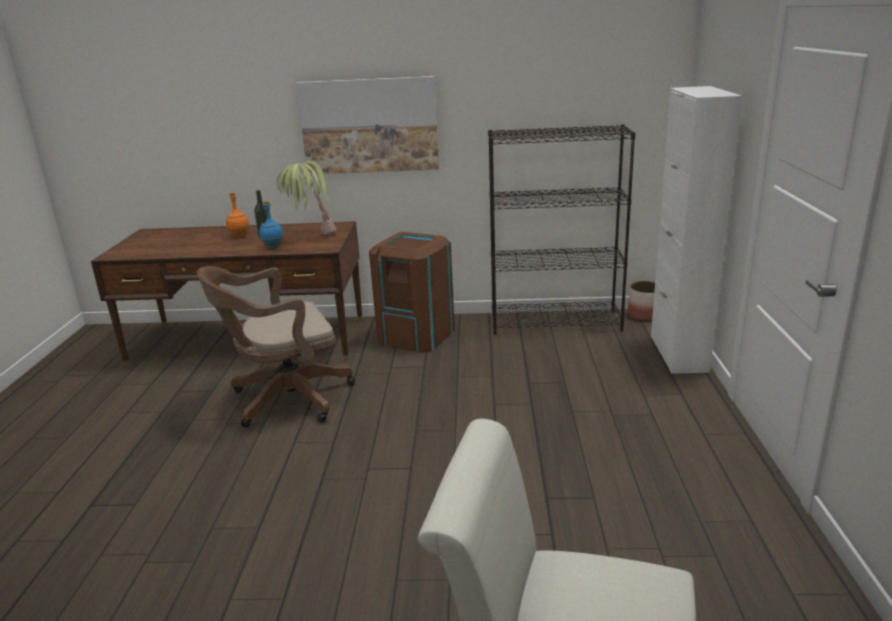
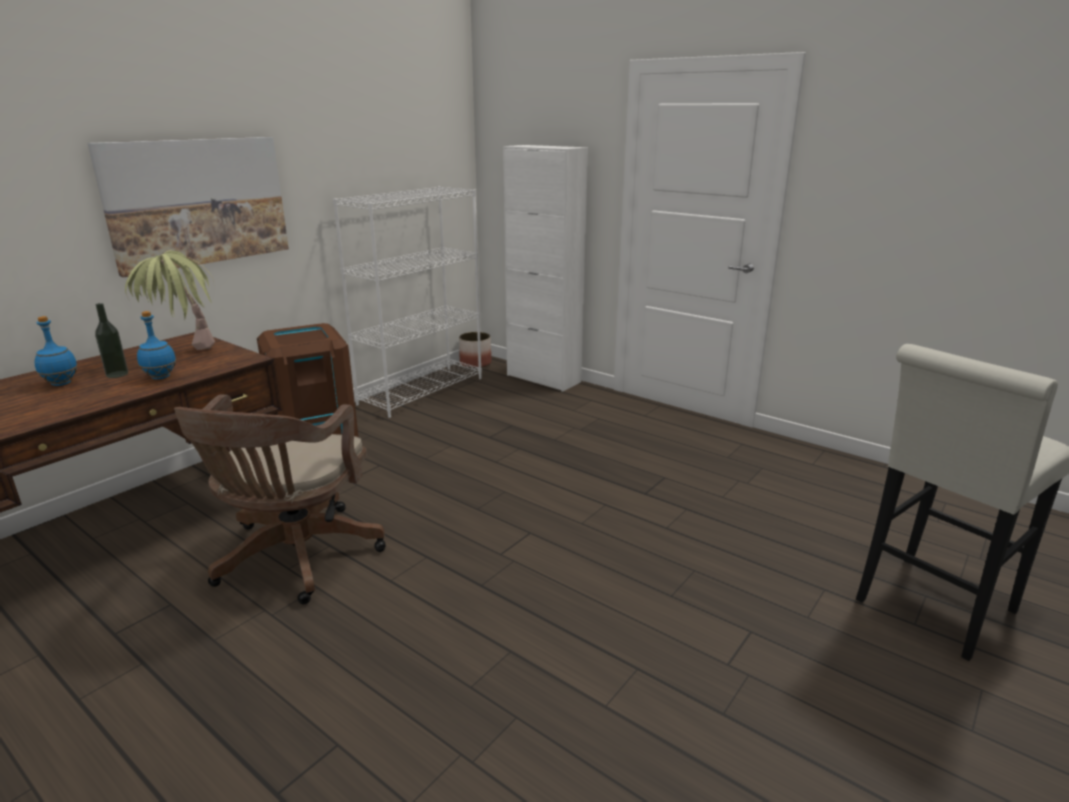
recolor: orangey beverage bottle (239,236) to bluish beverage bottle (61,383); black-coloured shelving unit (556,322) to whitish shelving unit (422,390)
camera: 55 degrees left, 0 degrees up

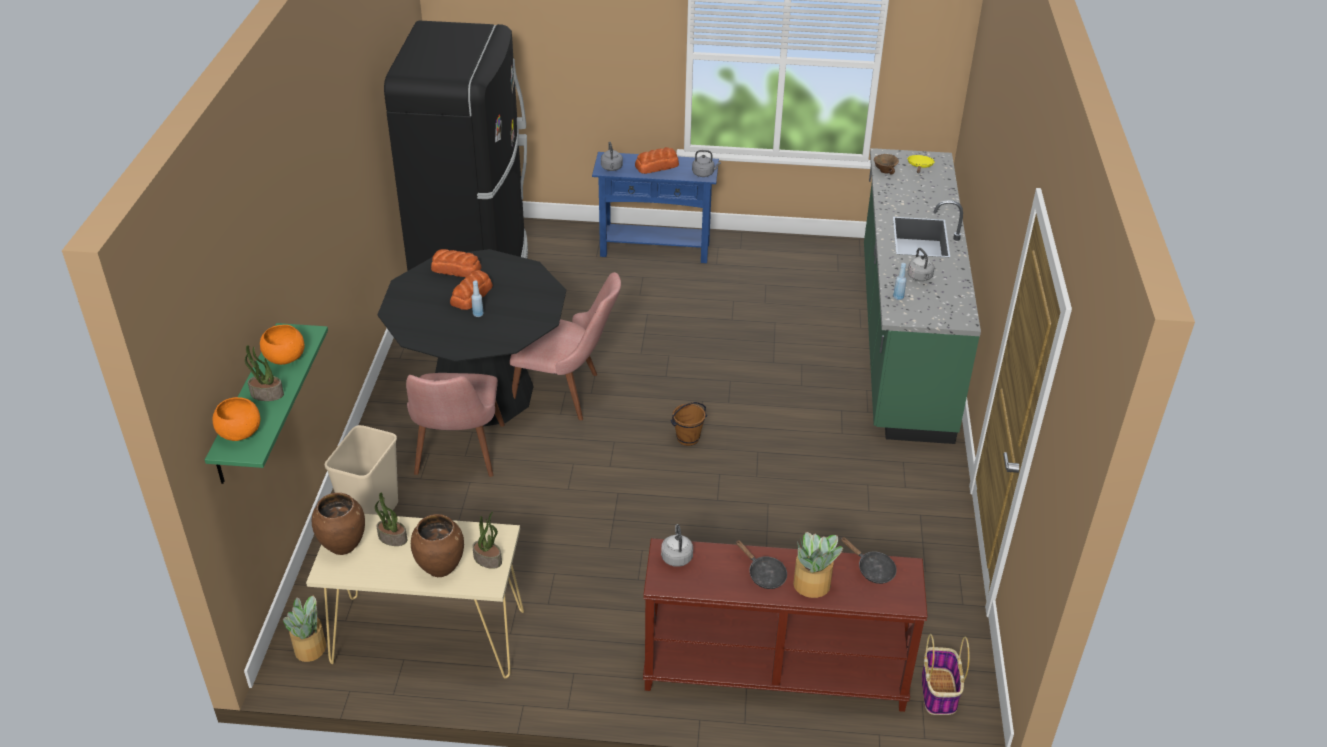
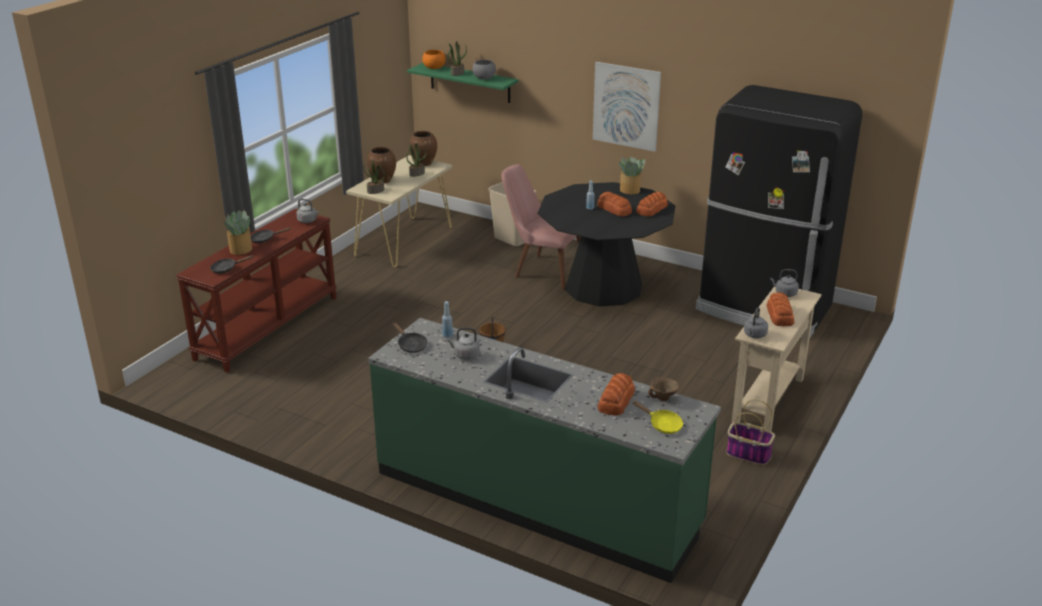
delete: pink upright chair (567,393)
insert: black-coloured skillet (410,345); picture (626,106); baked bread (615,401)
move: potted plant (311,647) to (630,190); basket (939,692) to (747,454)
recolor: orangey bowl (285,357) to gray bowl (484,78); bluish narrow table (655,249) to beige-coloured narrow table (768,400)
camera: 115 degrees right, 10 degrees down

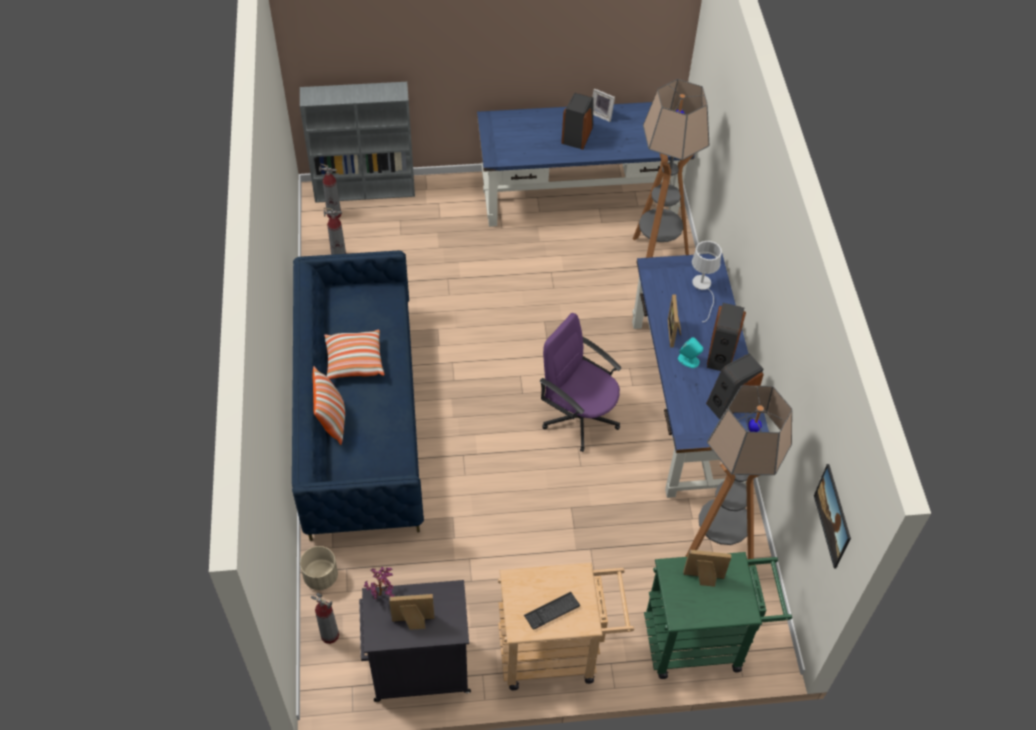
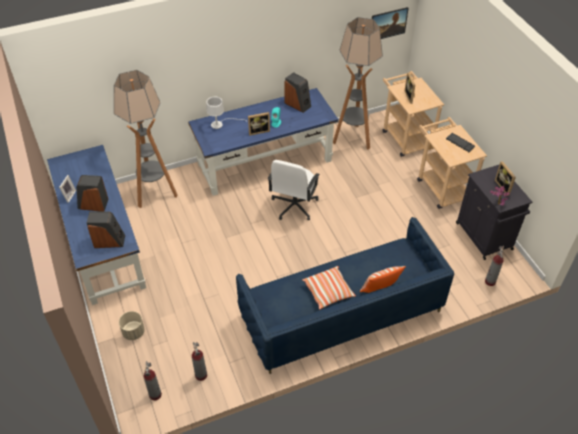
delete: gray shelving unit (366,190)
move: speaker (721,353) to (109,241); beige-coloured planter (320,576) to (133,332)
recolor: purple-coloured desk chair (579,417) to whitish desk chair (294,205); green trolley (703,640) to beige-coloured trolley (405,136)
camera: 105 degrees left, 5 degrees down

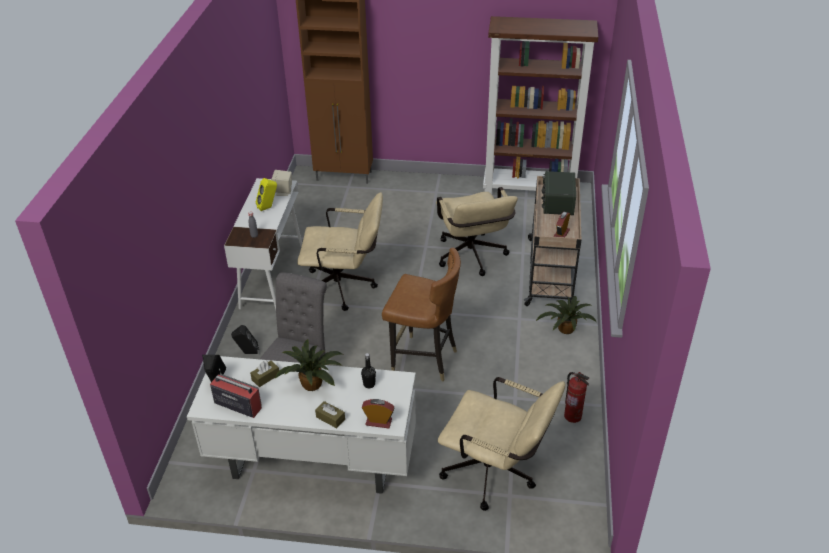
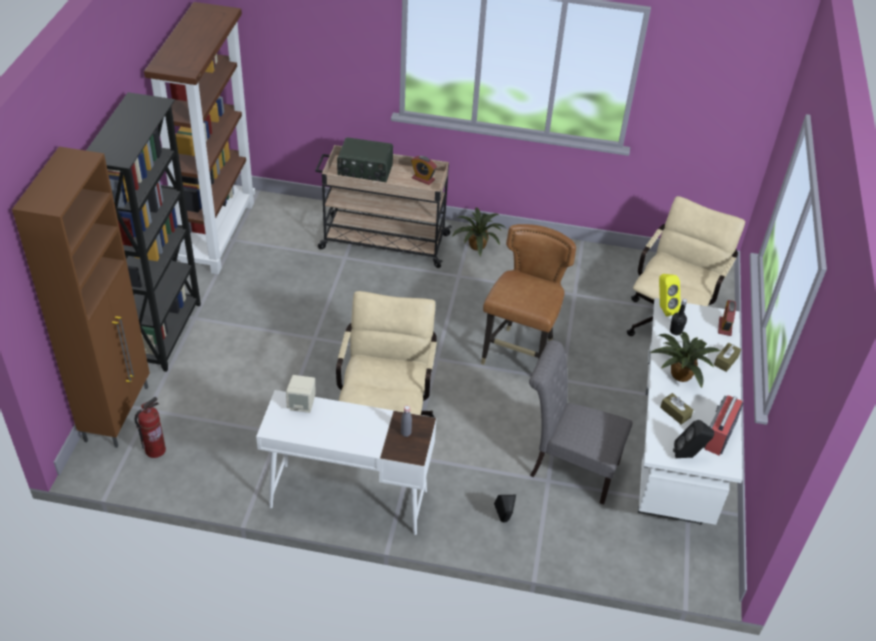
delete: beige-coloured desk chair (472,258)
insert: black-coloured shelving unit (166,333)
move: fire-fighting cylinder (573,416) to (155,450); yellowish speaker (268,208) to (663,308)
camera: 90 degrees left, 5 degrees up

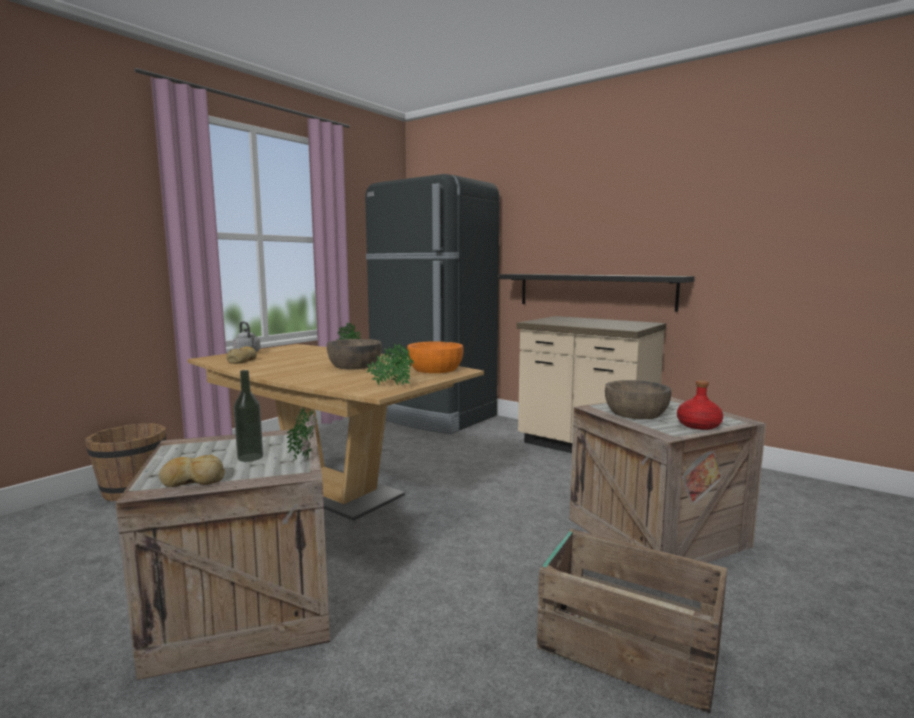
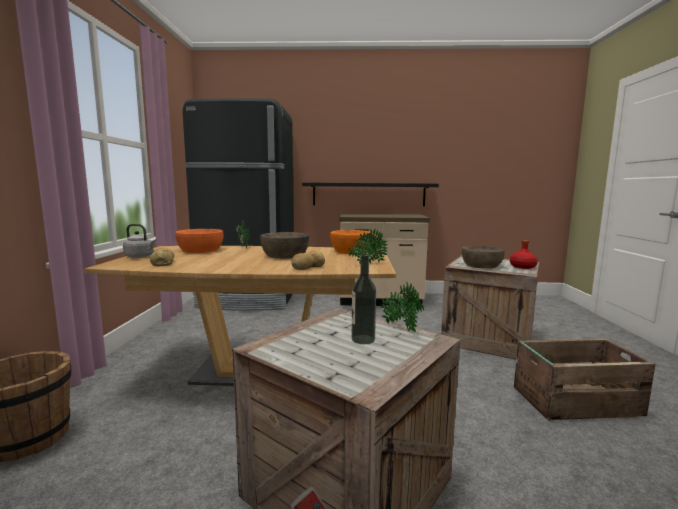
insert: orangey bowl (200,250)
move: baked bread (192,480) to (307,267)
camera: 35 degrees left, 0 degrees up

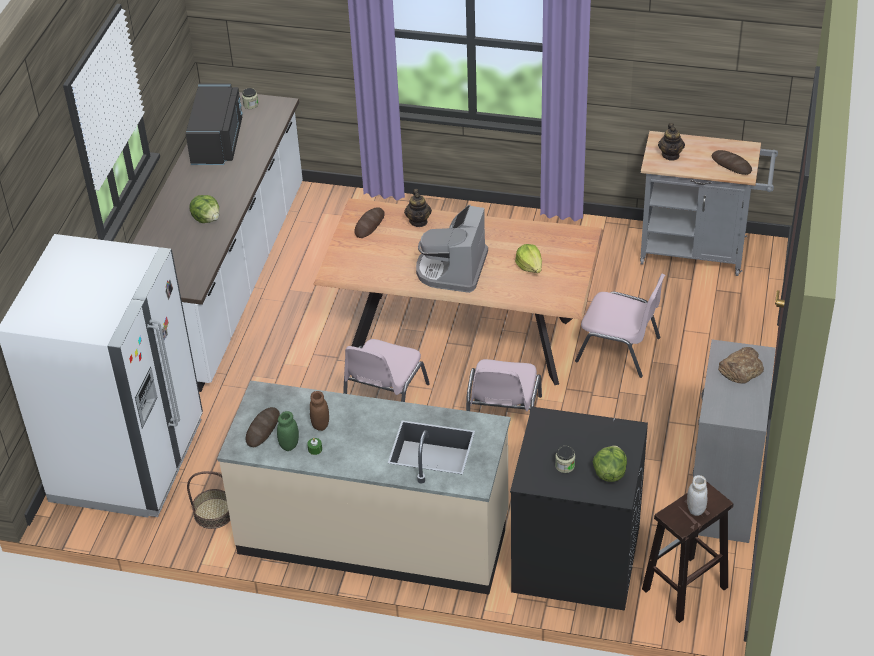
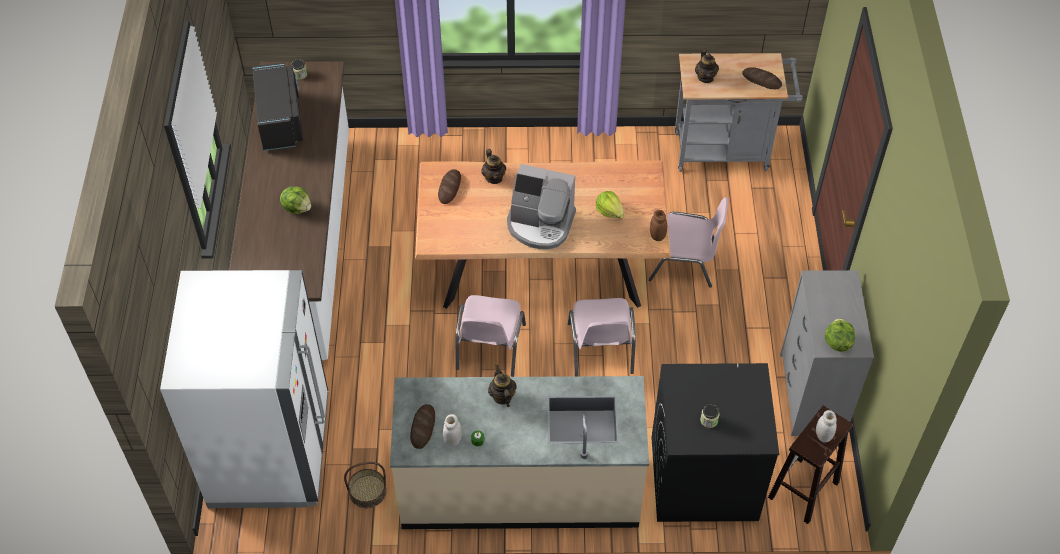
delete: baked bread (741,369)
insert: teapot (502,396)
move: brownish storage jar (320,425) to (657,236); lettuce head (609,473) to (837,342)
recolor: green storage jar (289,445) to whitish storage jar (453,440)
rotate: coffee brewer (452,269) = (540,224) 75 degrees counterclockwise
camera: 15 degrees left, 10 degrees up

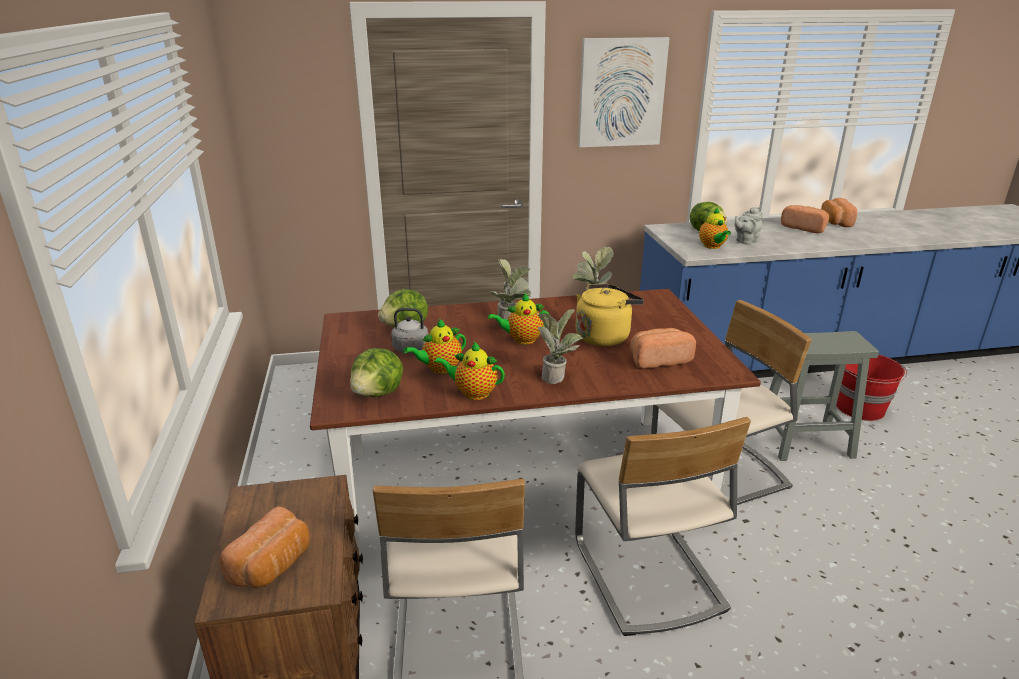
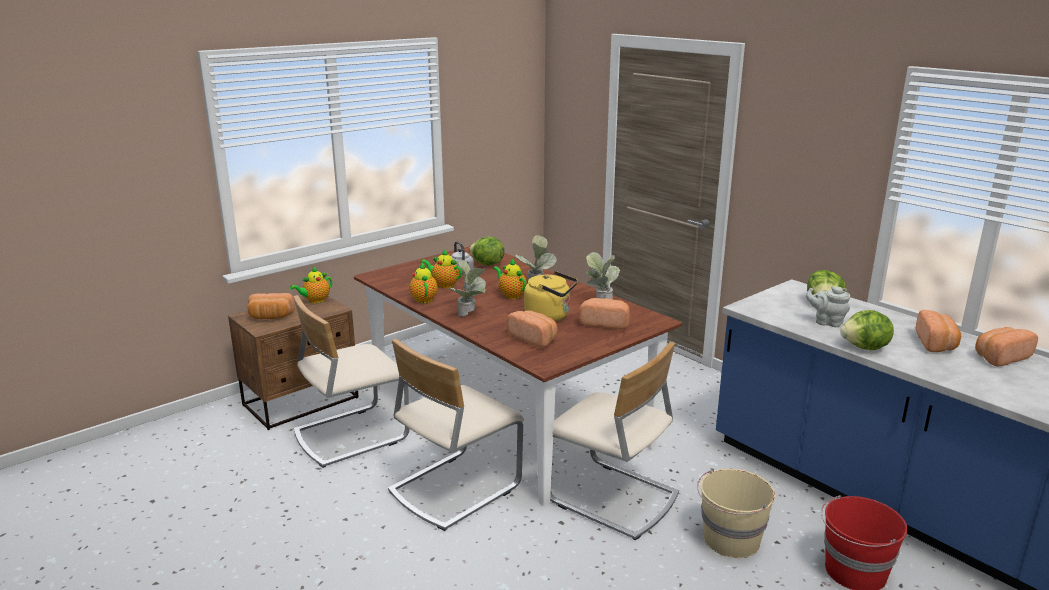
delete: picture (621,92)
insert: baked bread (605,323)
move: teapot (712,246) to (315,301); lettuce head (378,393) to (865,348)
replace: gray stool seat (806,441) to beige-coloured bucket (730,540)
camera: 60 degrees right, 5 degrees down

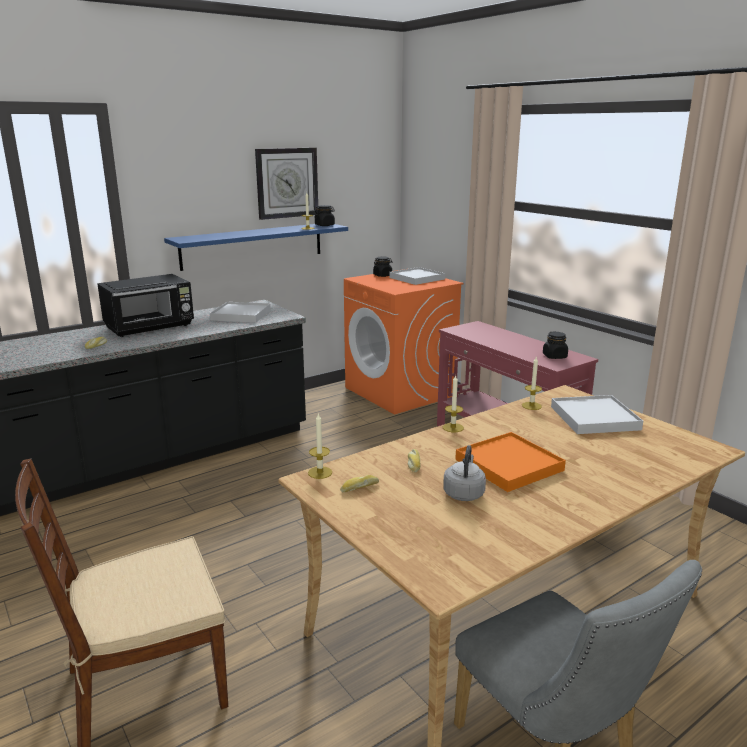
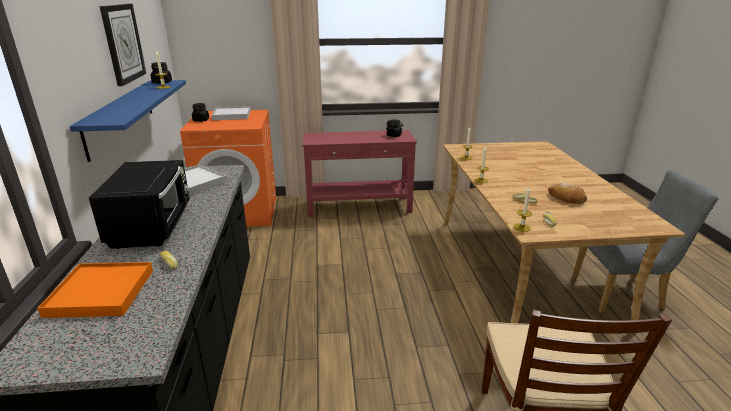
delete: whitish serving tray (594,418)
move: orangey serving tray (508,465) to (101,293)
replace: gray tea kettle (464,493) to baked bread (566,198)
camera: 60 degrees left, 5 degrees up

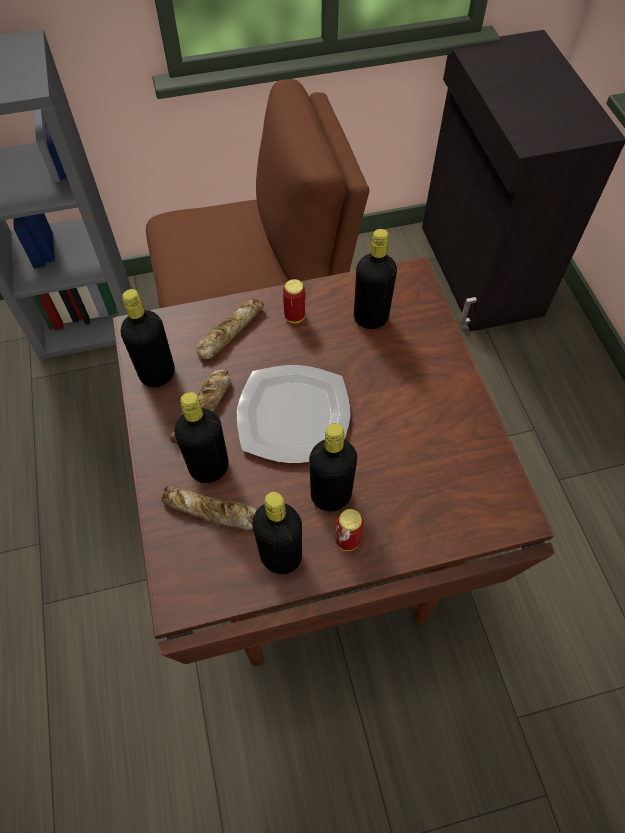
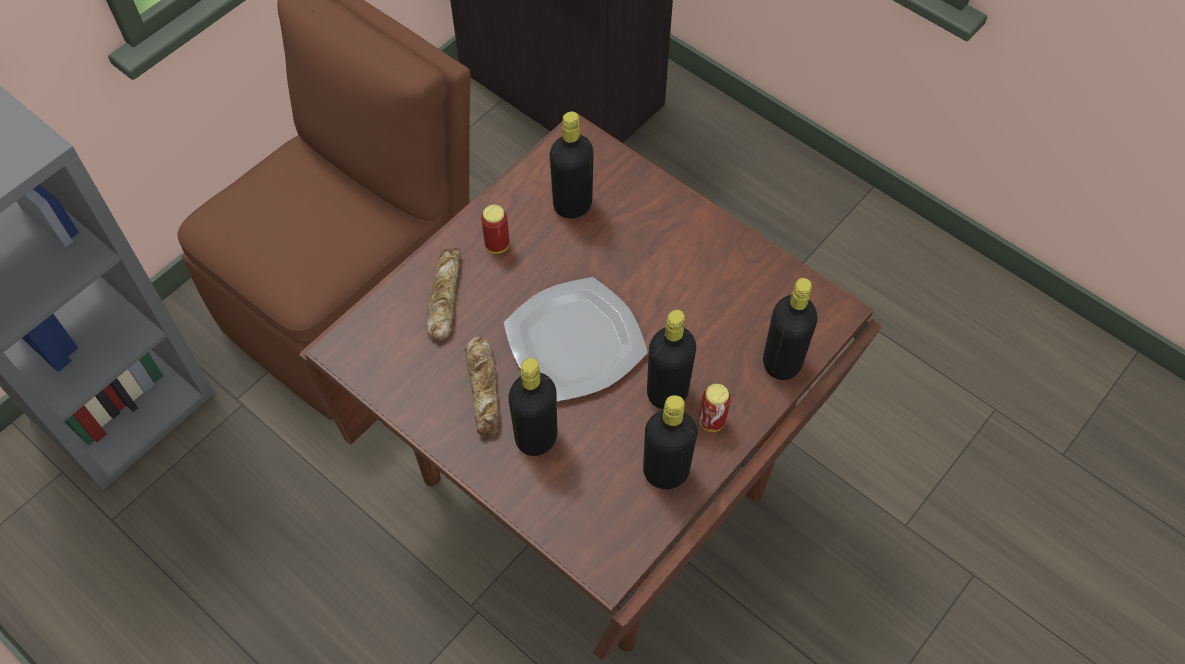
delete: baked bread (211,511)
move: black-coloured beverage bottle (157,374) to (782,363)
camera: 35 degrees left, 0 degrees up

